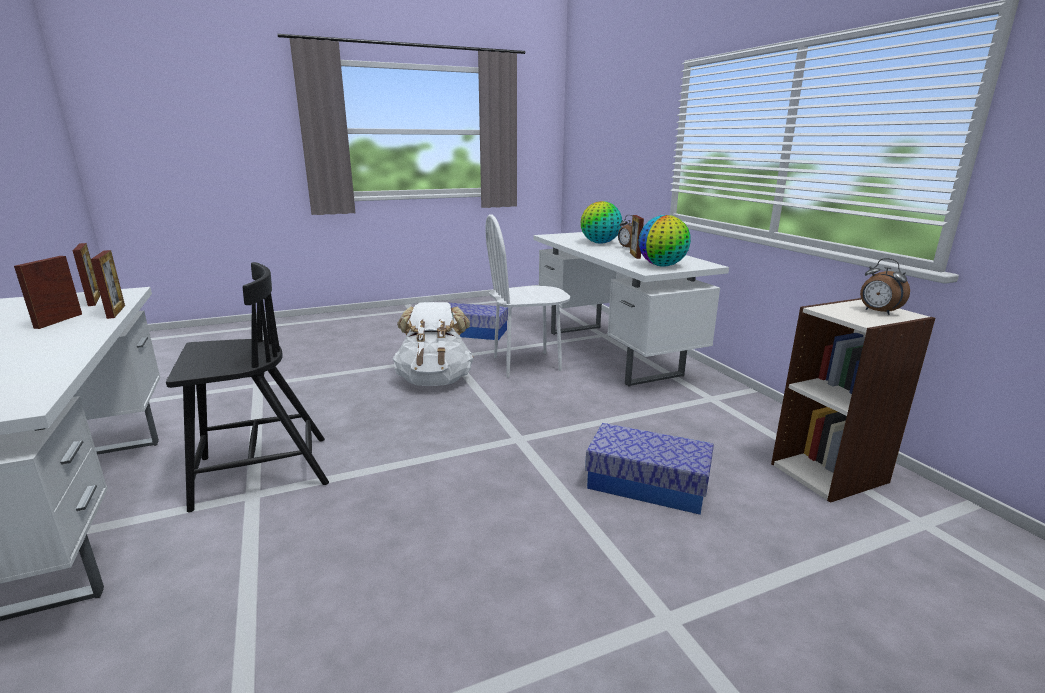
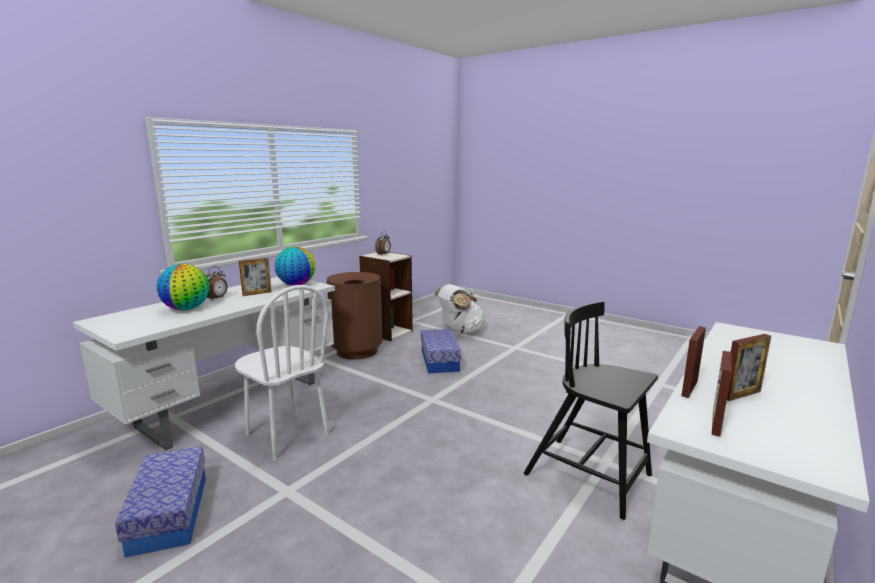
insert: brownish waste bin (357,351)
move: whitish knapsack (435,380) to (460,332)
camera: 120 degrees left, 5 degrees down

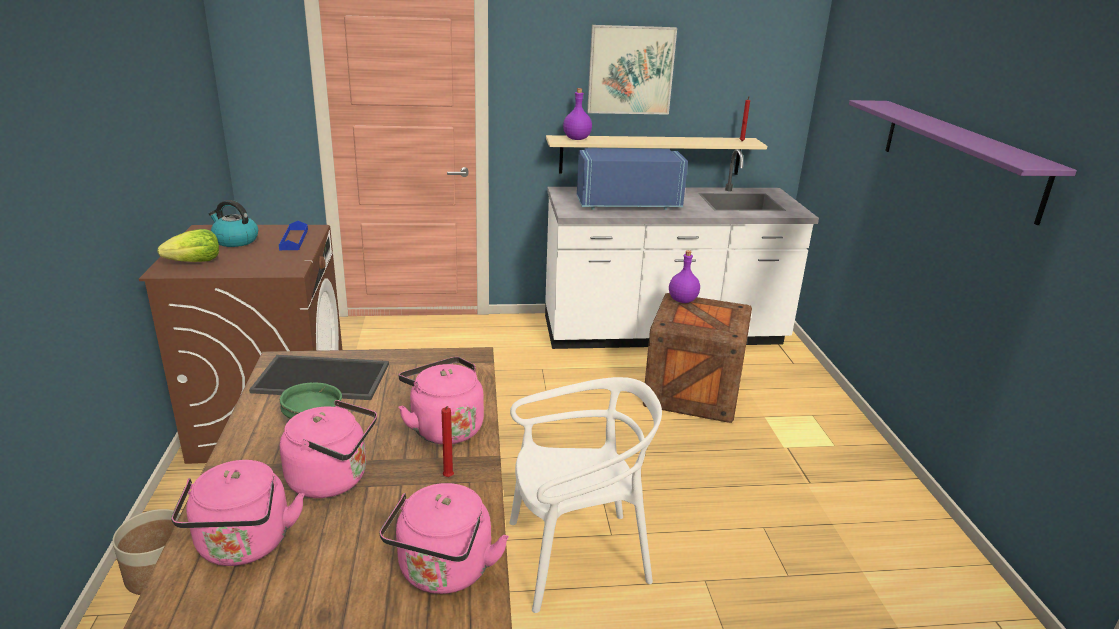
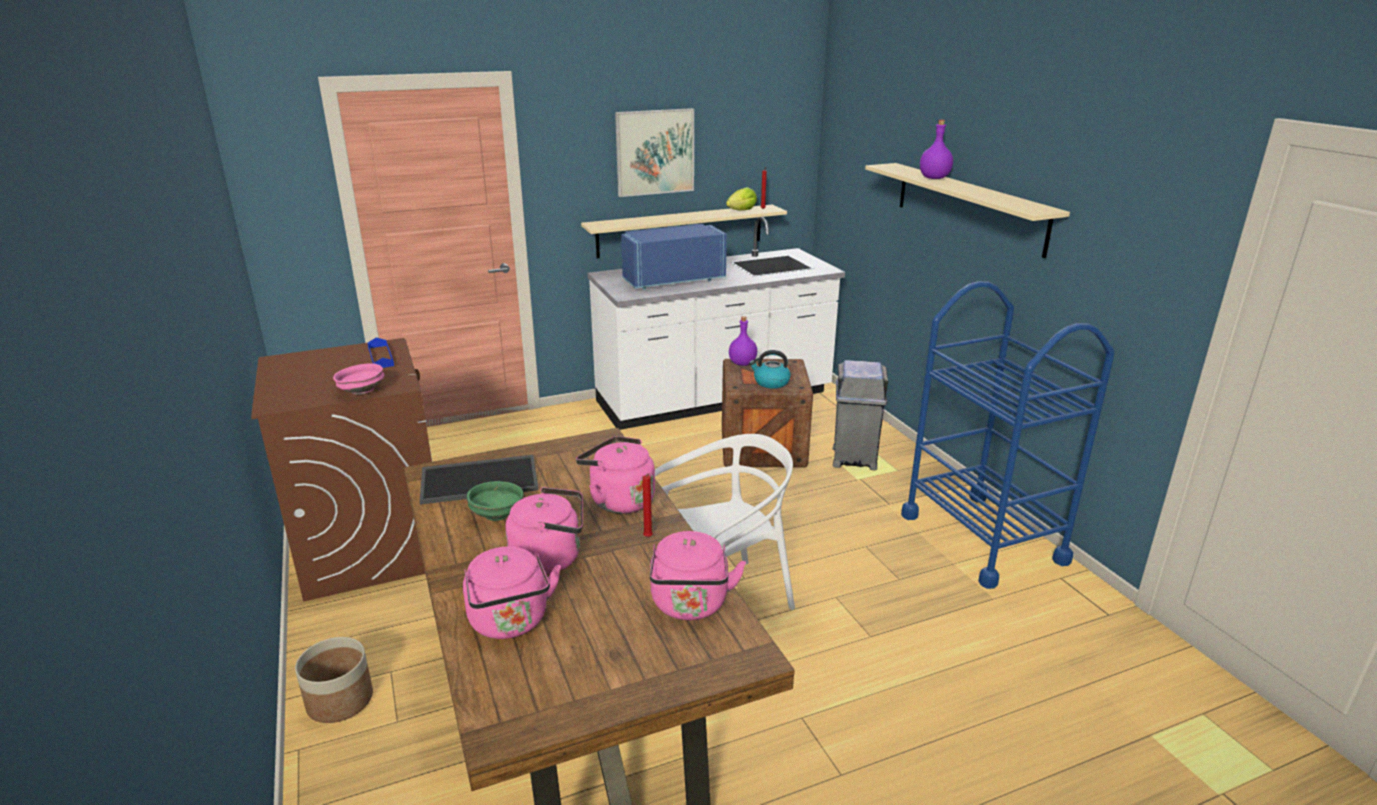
insert: pink bowl (361,391); gray waste bin (854,458); bluish trolley (982,538)
move: lettuce head (195,262) to (742,211); tea kettle (235,241) to (771,382); purple-coloured beverage bottle (577,139) to (934,178)
recolor: purple-coloured bracket shelf (958,156) to beige-coloured bracket shelf (968,207)
camera: 15 degrees left, 0 degrees up

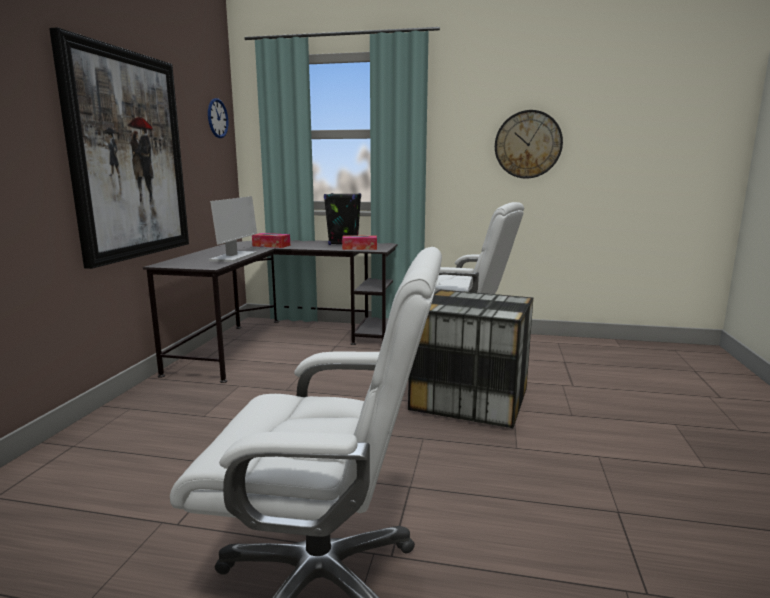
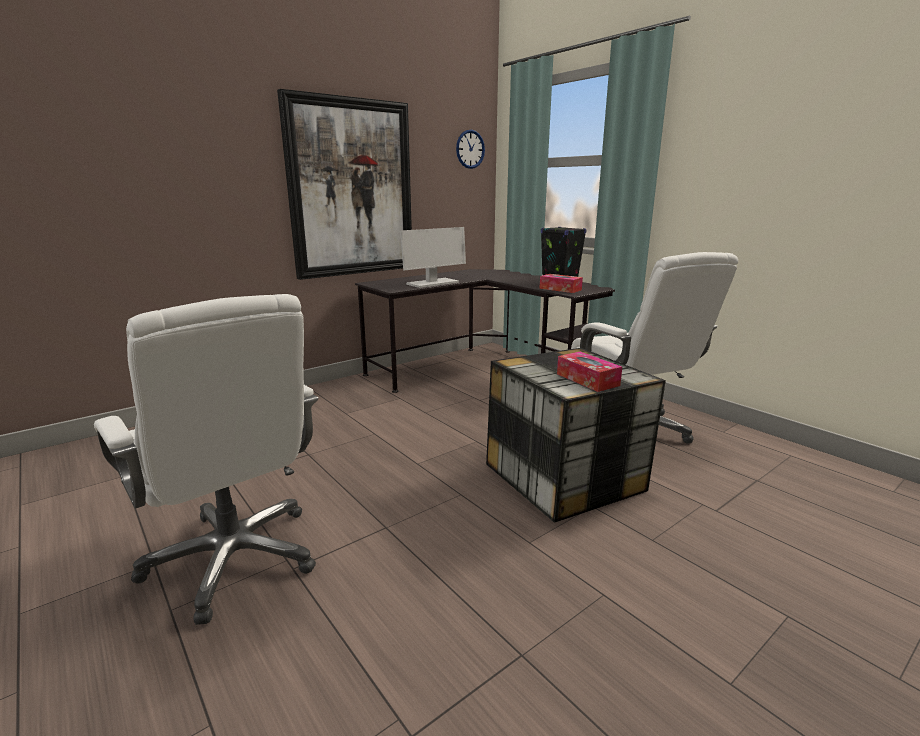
delete: clock on the wall (528,144)
move: tissue holder (271,245) to (587,379)
camera: 40 degrees right, 5 degrees up

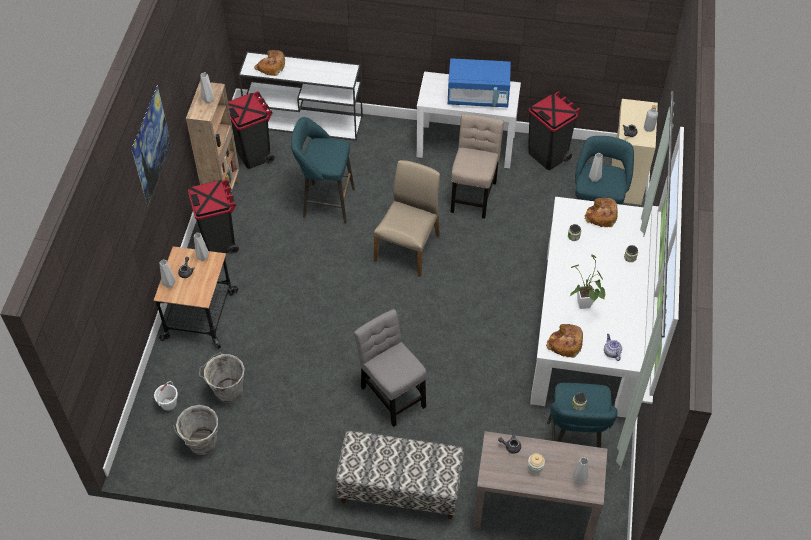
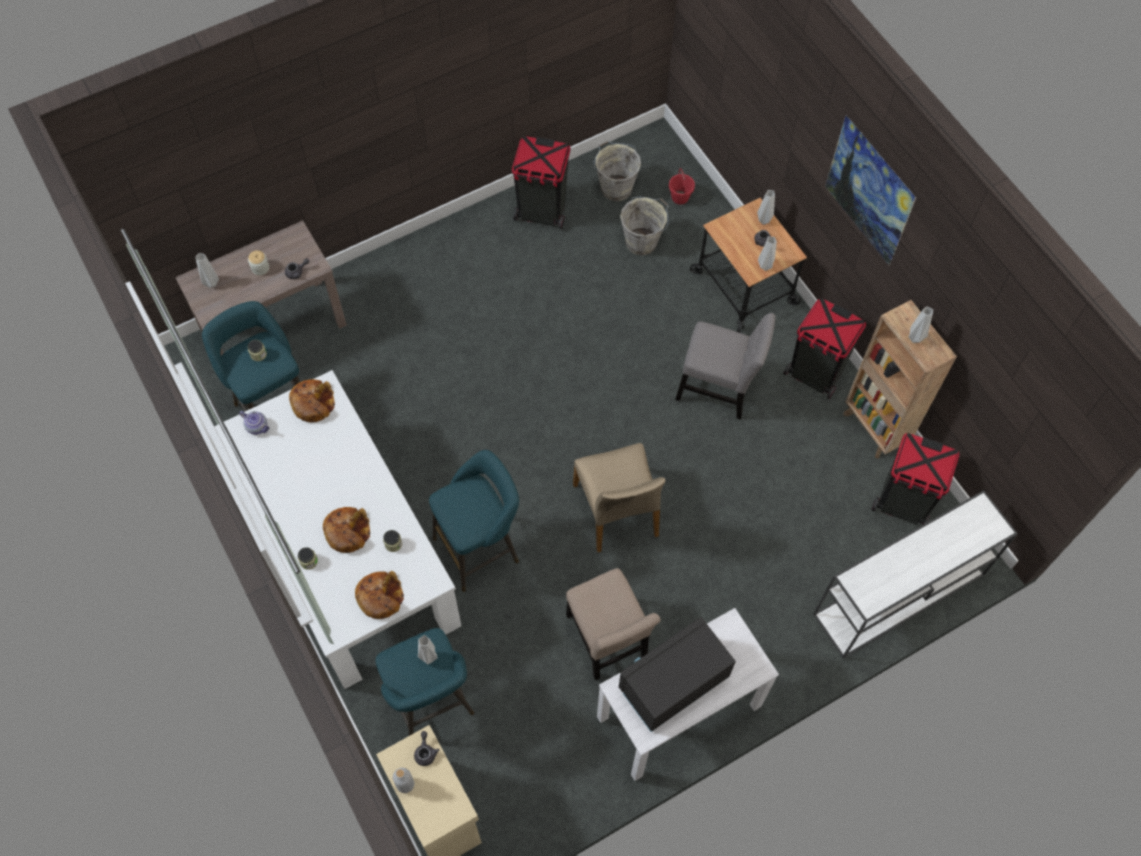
delete: bench (399,489); potted plant (584,307)
move: baked bread (270,66) to (347,532); turquoise-coloured stool seat (325,202) to (480,548); black-coloured waste bin (547,155) to (542,211); gray upright chair (391,393) to (718,390)
recolor: bluish microwave (478,97) to black-coloured microwave (673,683); whitish bucket (168,404) to red-coloured bucket (680,197)
camera: 140 degrees right, 10 degrees up

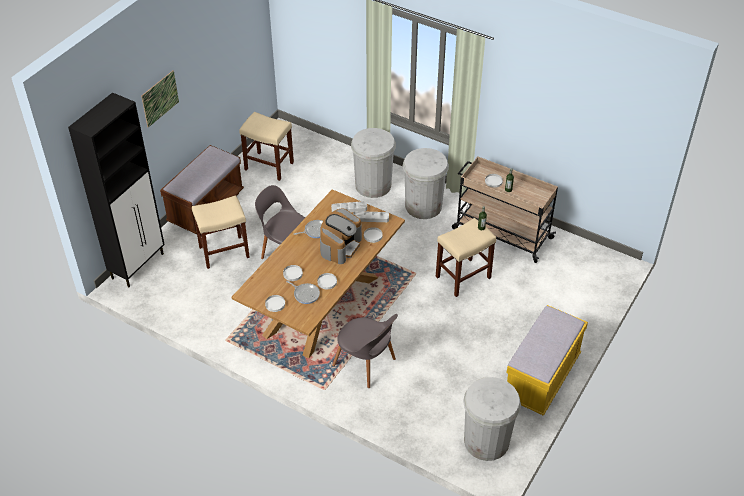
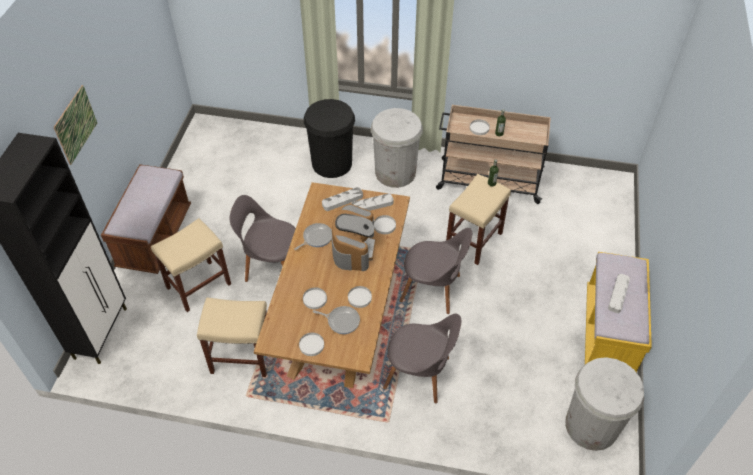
insert: gray upright chair (433,289); gray serving tray (618,294)
move: beige-coloured stool seat (270,166) to (243,356)
recolor: whitish waste bin (373,185) to black-coloured waste bin (332,163)
camera: 20 degrees left, 5 degrees up

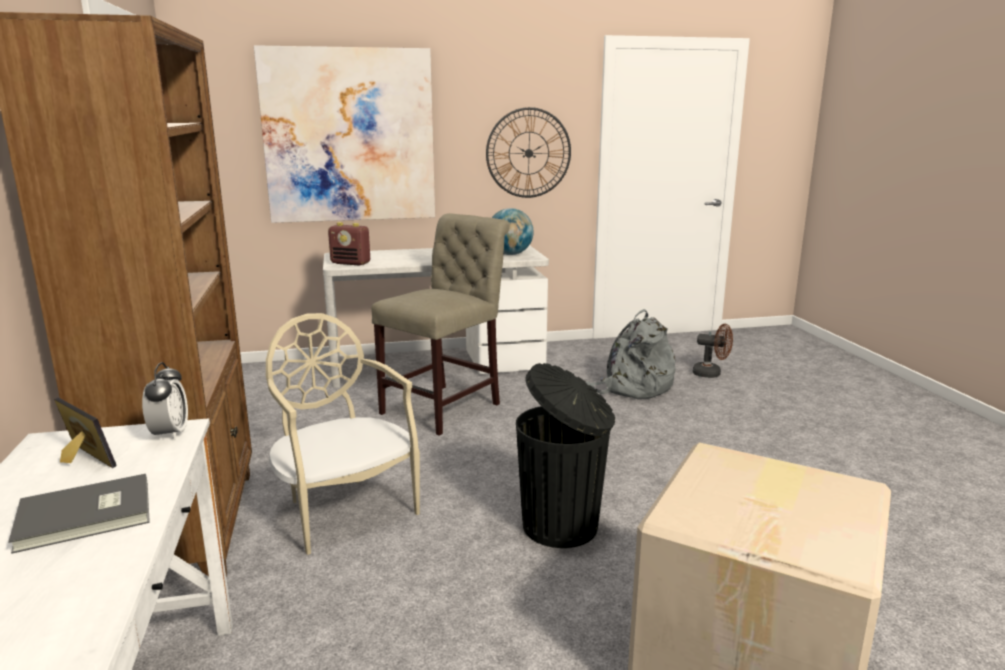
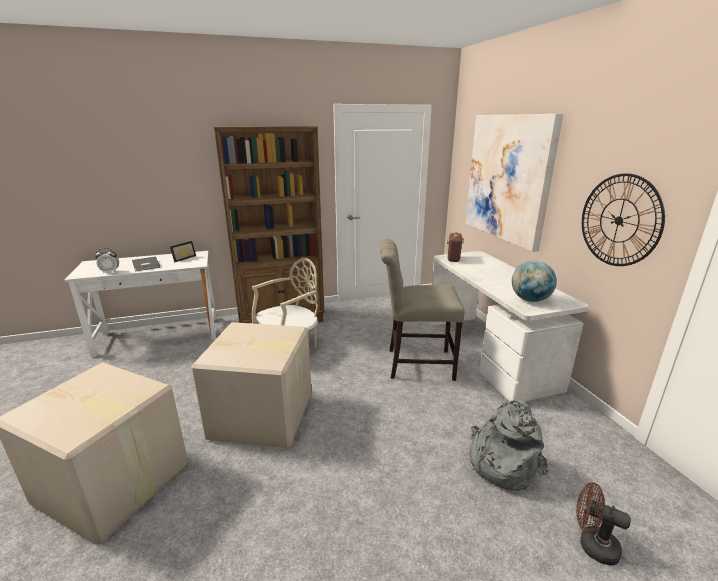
move: alarm clock (170,434) to (110,272)
replace: black-coloured waste bin (562,526) to cardboard box (263,416)
rotate: beige-coloured upright chair (446,406) = (415,363) 150 degrees clockwise; brownish electric fan (711,374) = (592,544) 105 degrees clockwise
camera: 85 degrees right, 5 degrees up

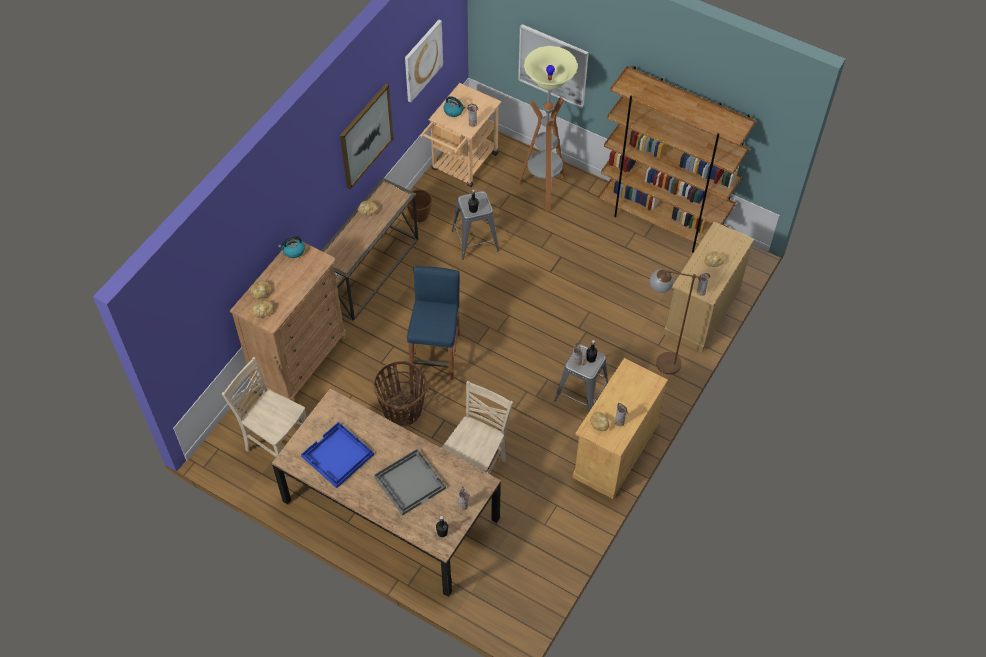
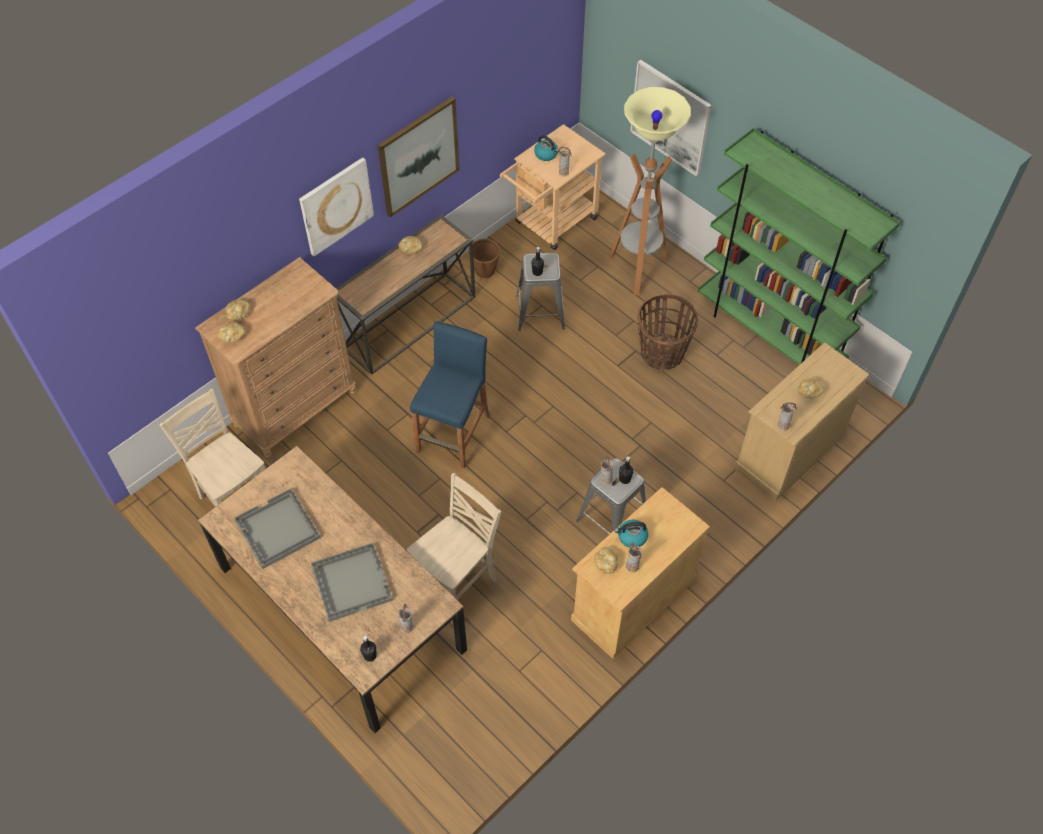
delete: brownish standing lamp (659,362)
move: picture (422,60) to (336,206); tea kettle (293,251) to (631,537); basket (402,410) to (662,353)
recolor: bluish serving tray (337,456) to gray serving tray (277,530); brownish shelving unit (661,222) to green shelving unit (769,334)
camera: 15 degrees right, 0 degrees up

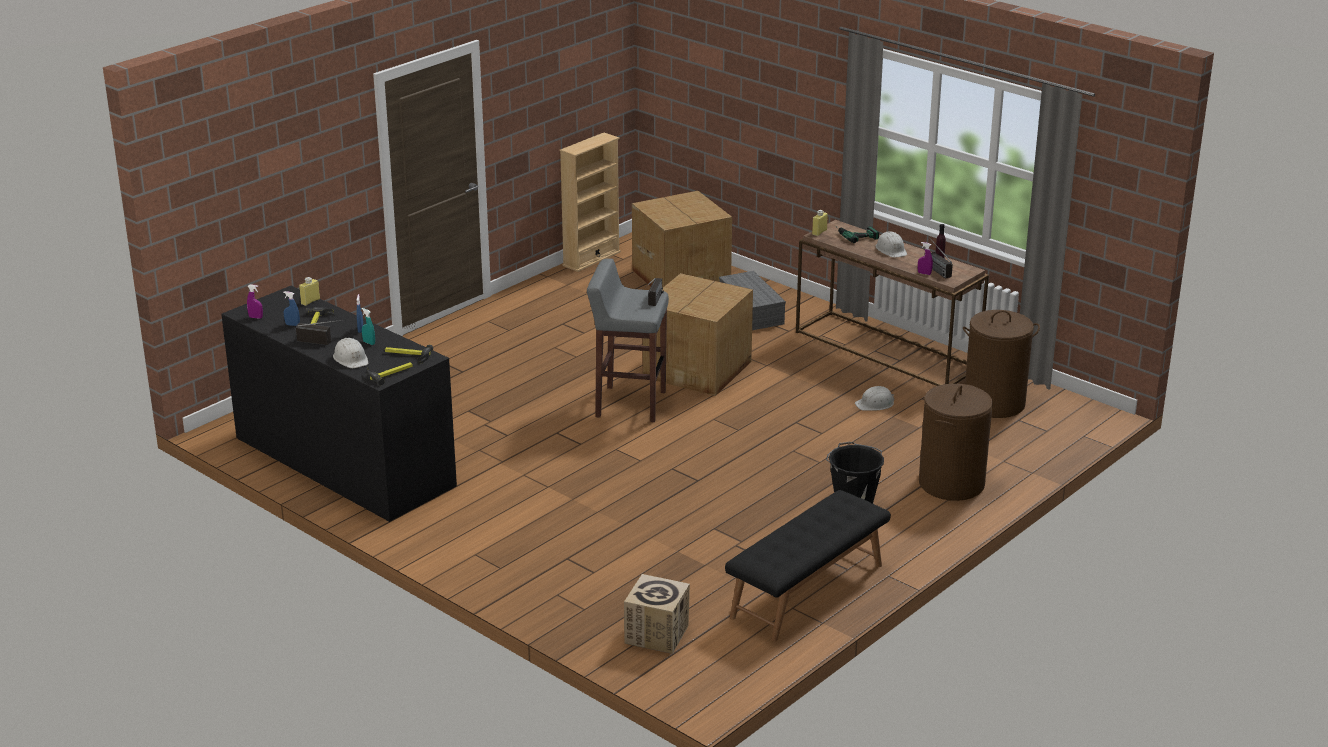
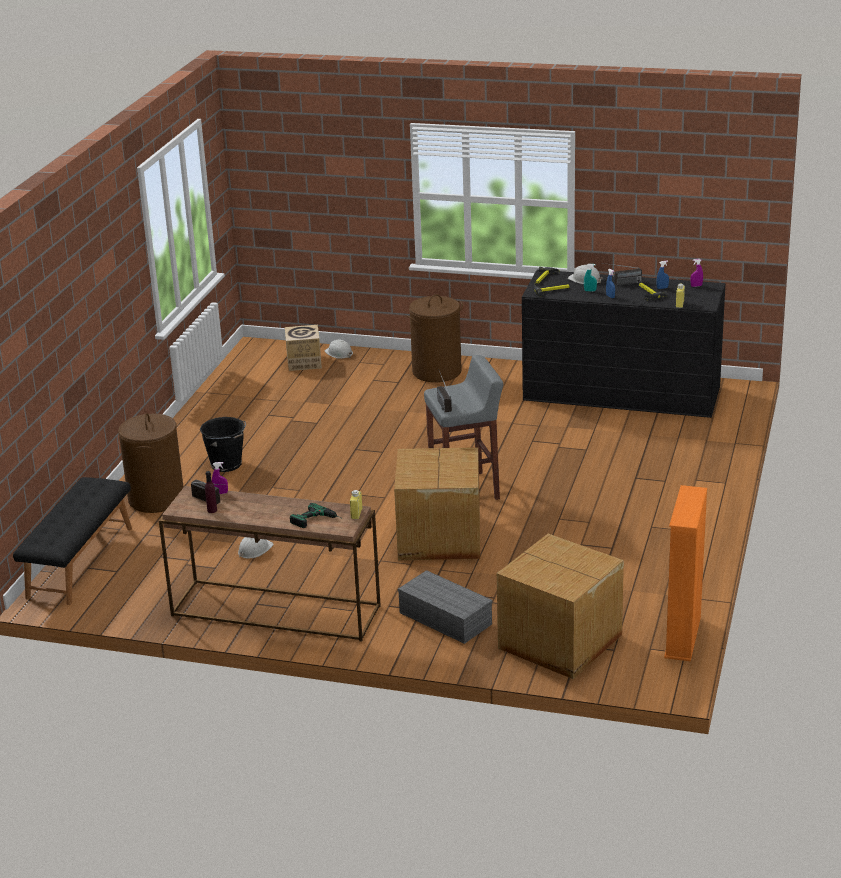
move: black-coloured bench (808,591) to (79,562); whitish hard hat (891,250) to (339,353); brownish washing basket (994,403) to (436,372)
recolor: beige-coloured shelving unit (591,259) to orangey shelving unit (683,637)
camera: 155 degrees right, 0 degrees up

